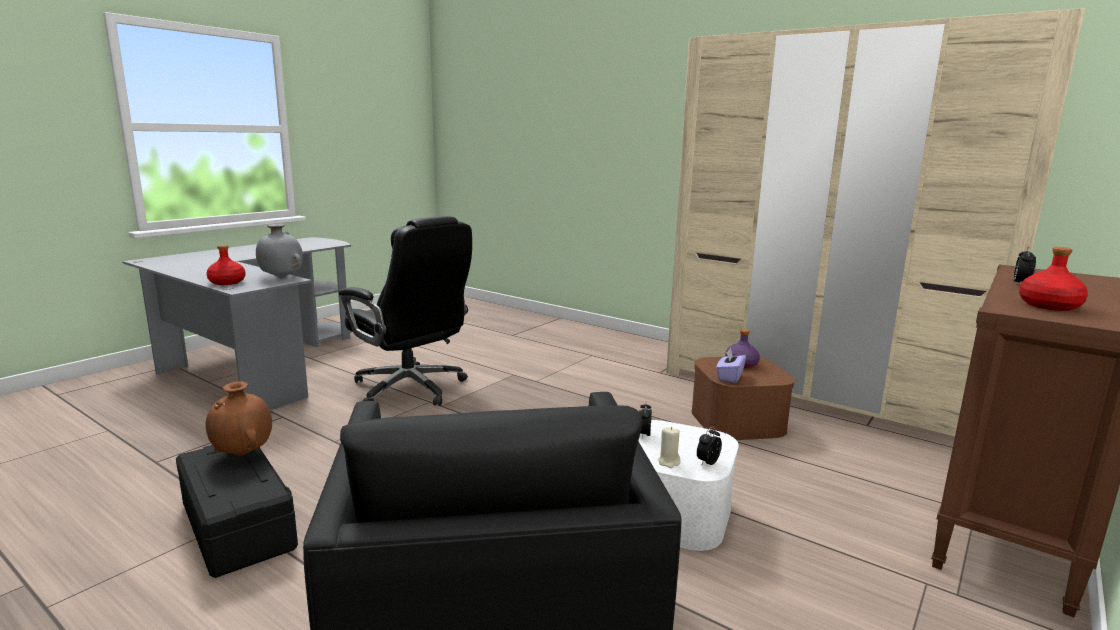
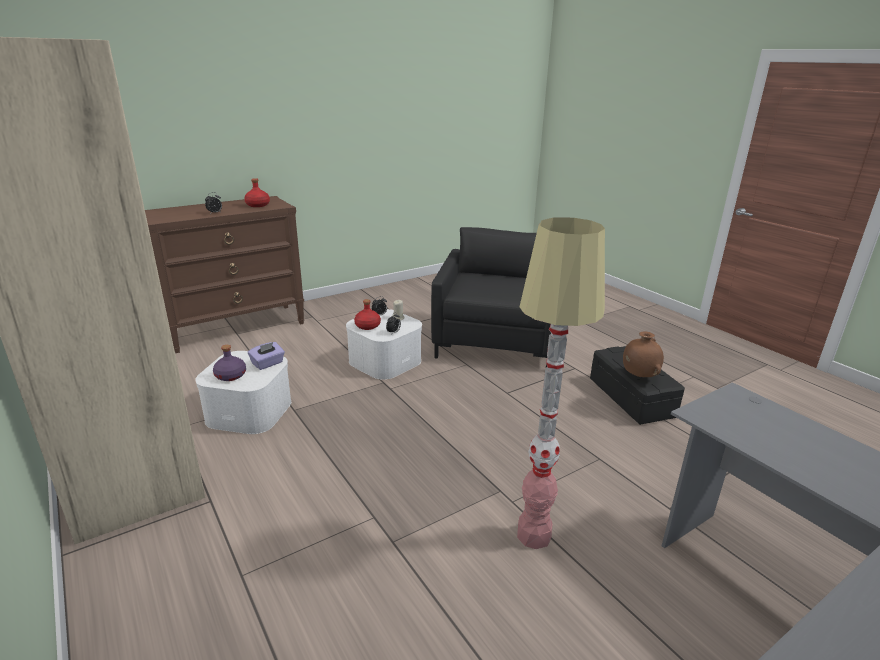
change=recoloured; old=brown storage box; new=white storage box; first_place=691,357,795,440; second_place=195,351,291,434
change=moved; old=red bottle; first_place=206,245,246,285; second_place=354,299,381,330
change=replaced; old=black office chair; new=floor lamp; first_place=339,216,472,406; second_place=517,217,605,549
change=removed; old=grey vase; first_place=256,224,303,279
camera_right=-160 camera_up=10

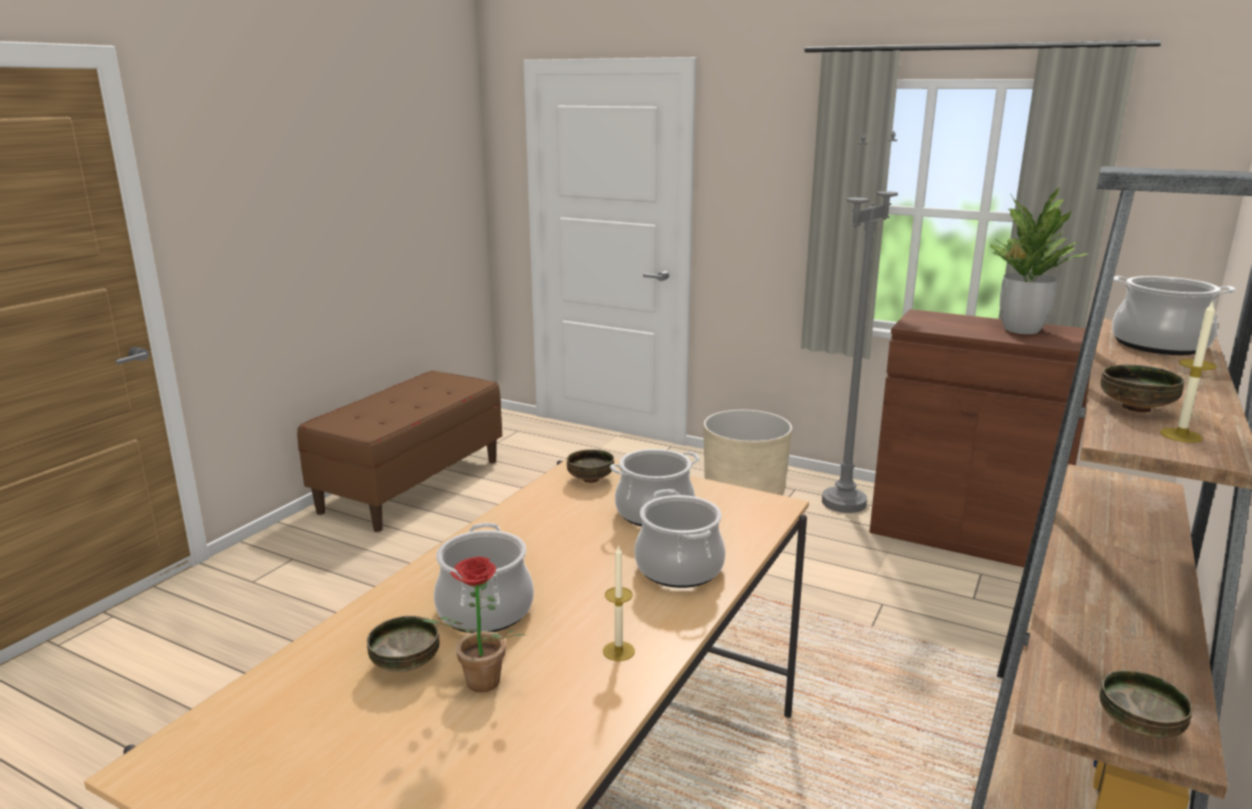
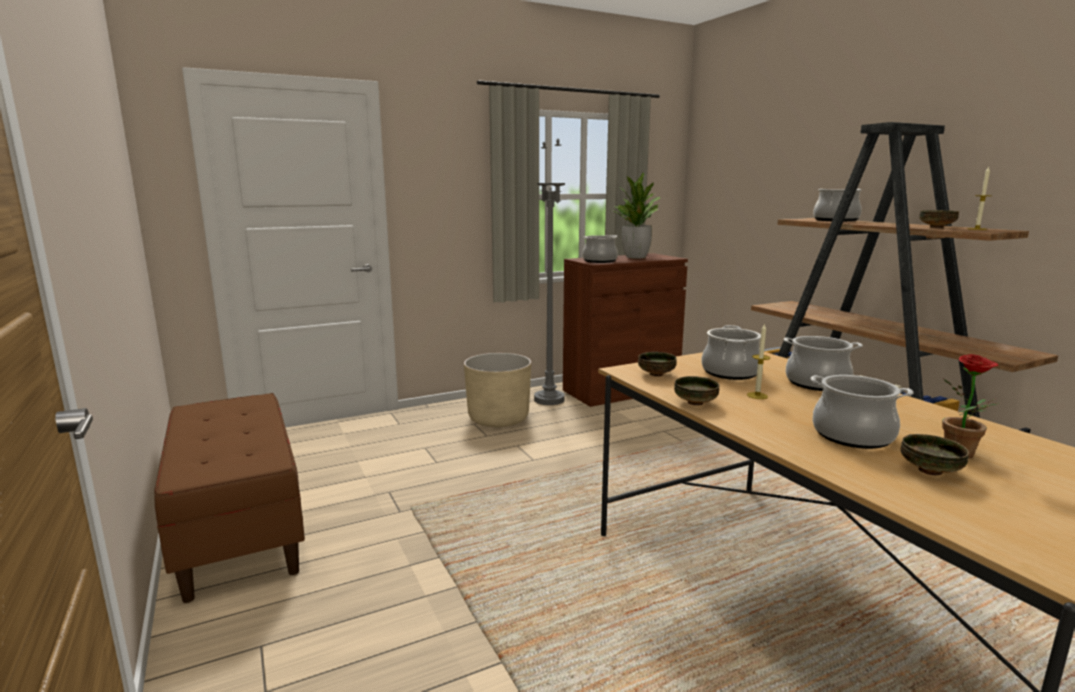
change=added; new=cooking pot; second_place=583,235,618,263
change=moved; old=bowl; first_place=1100,670,1193,738; second_place=674,376,720,406
change=moved; old=candle; first_place=603,544,635,661; second_place=747,323,770,399
camera_right=-55 camera_up=-5

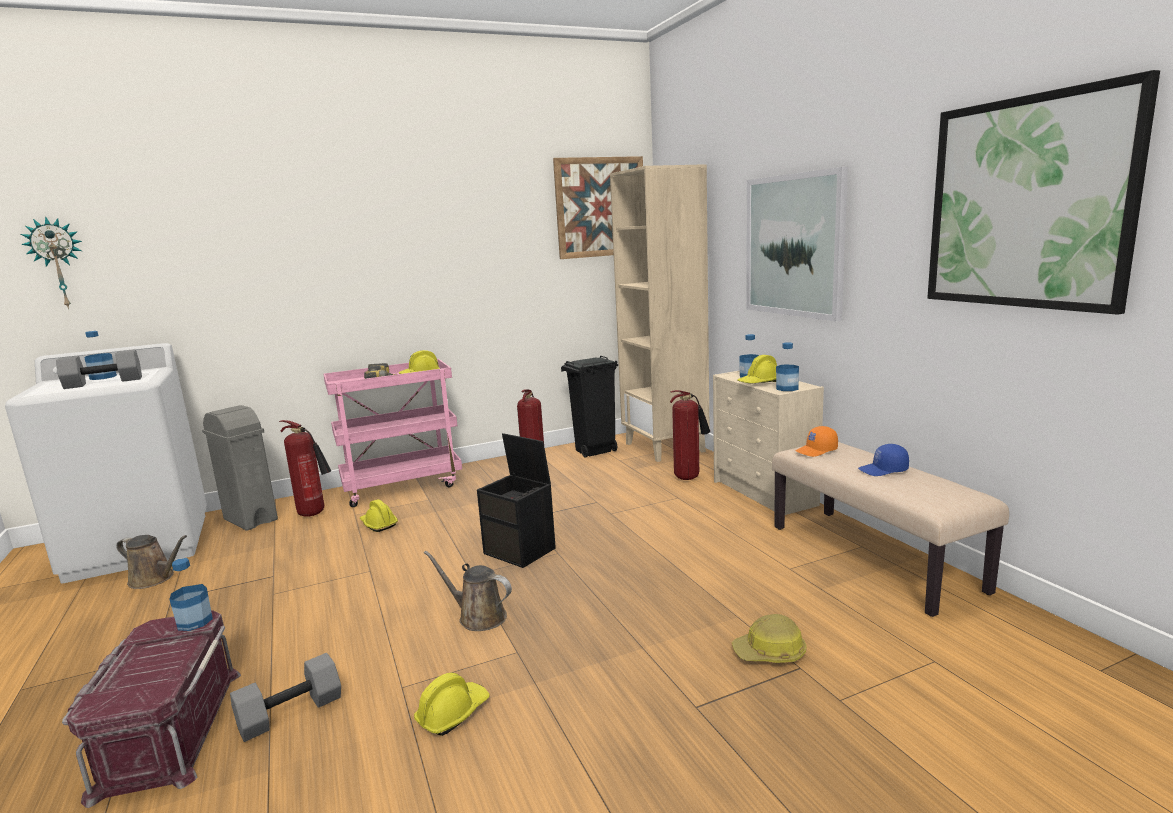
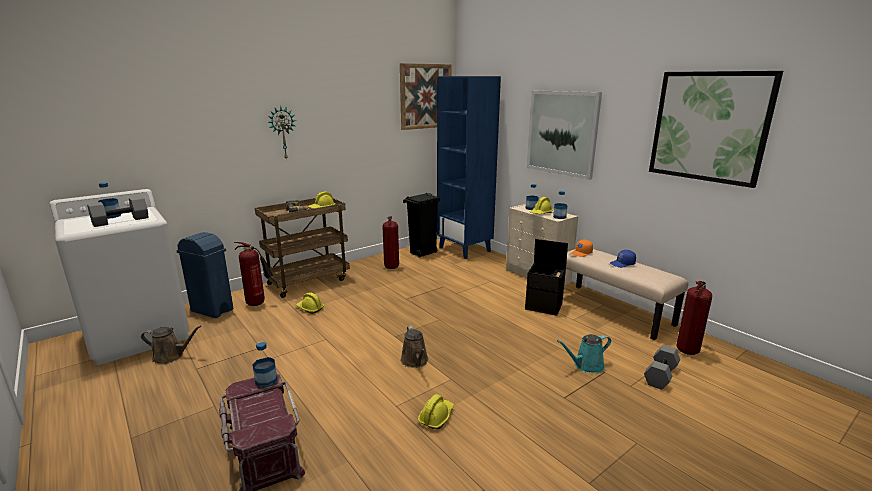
change=recoloured; old=grey trash can; new=blue trash can; first_place=202,405,278,531; second_place=176,232,233,318
change=recoloured; old=pink cart; new=brown cart; first_place=323,359,462,507; second_place=255,198,350,298
change=moved; old=wall clock; first_place=21,216,82,309; second_place=268,106,296,160
change=turned; old=brown watering can; first_place=424,551,512,631; second_place=401,326,429,368; degrees=-120
change=recoloured; old=beige bookcase; new=blue bookcase; first_place=610,164,710,462; second_place=437,76,501,259
change=moved; old=black storage box; first_place=477,433,556,568; second_place=525,239,568,316
change=replaced; old=hard hat; new=turquoise watering can; first_place=732,614,807,663; second_place=557,334,611,373
change=moved; old=grey dumbbell; first_place=230,653,341,742; second_place=644,345,680,390
change=moved; old=fire extinguisher; first_place=670,390,710,480; second_place=676,281,712,355
camera_right=-15 camera_up=5

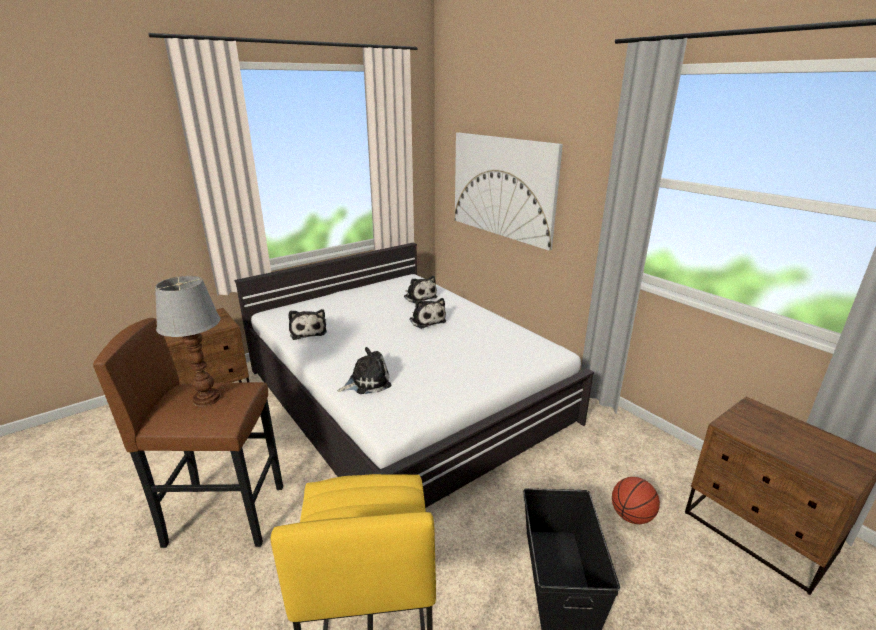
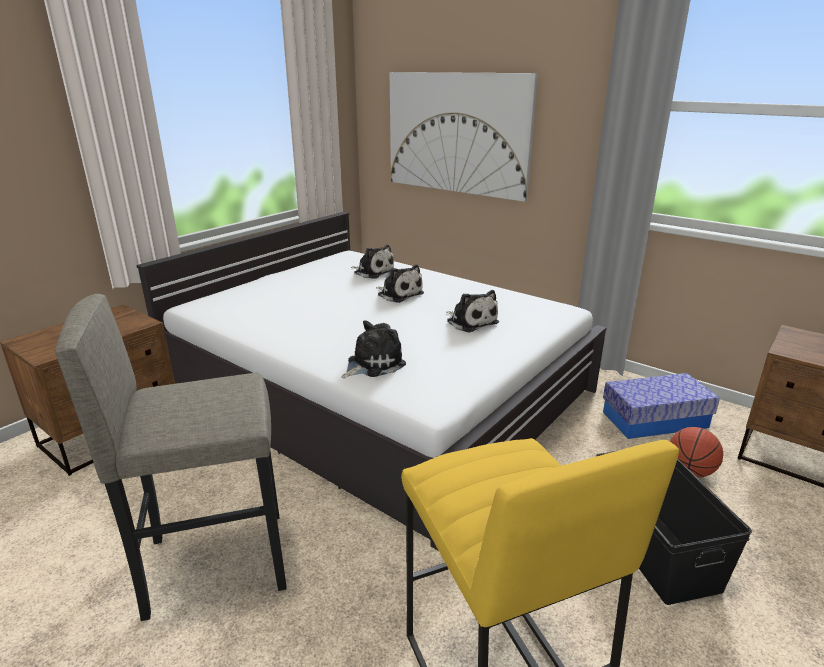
change=recoloured; old=brown stool; new=grey stool; first_place=93,318,283,548; second_place=55,294,287,621
change=moved; old=plush toy; first_place=288,309,327,340; second_place=446,290,499,333
change=added; new=storage box; second_place=603,373,720,439
change=removed; old=table lamp; first_place=155,276,221,407
camera_right=-15 camera_up=0

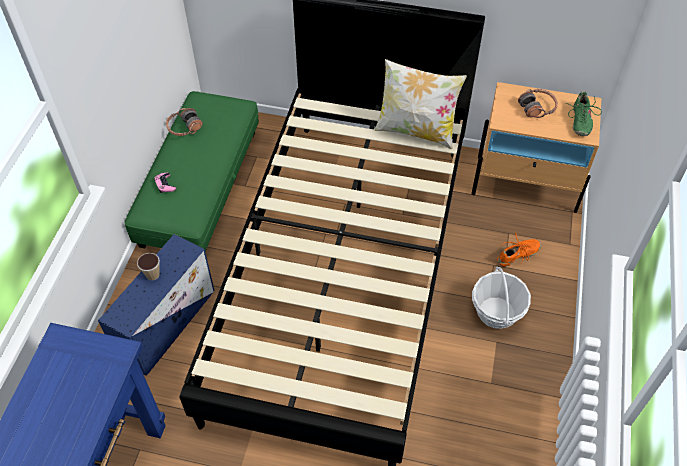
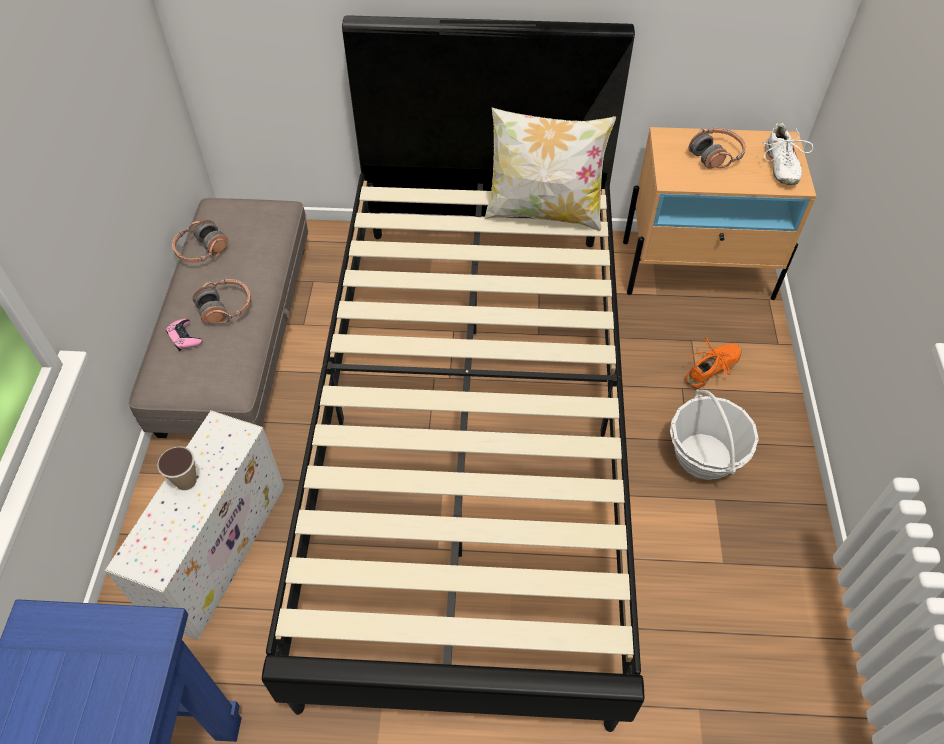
change=recoloured; old=blue storage box; new=white storage box; first_place=98,234,215,376; second_place=105,410,284,640
change=recoloured; old=green ottoman; new=grey ottoman; first_place=125,91,259,252; second_place=129,198,308,438
change=added; new=headphones; second_place=192,279,251,324
change=recoloured; old=green shoe; new=white shoe; first_place=566,91,602,136; second_place=757,122,813,185
camera_right=-10 camera_up=0

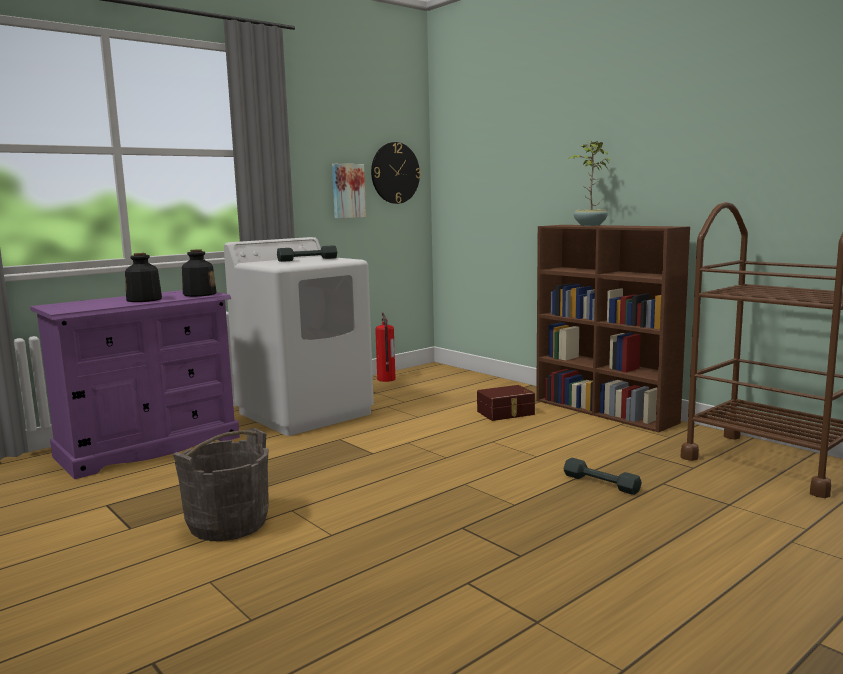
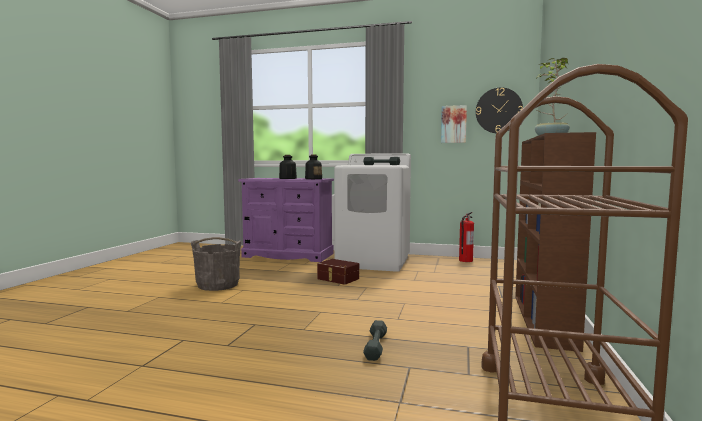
change=moved; old=brown storage box; first_place=477,385,535,421; second_place=317,259,359,285
camera_right=55 camera_up=-5

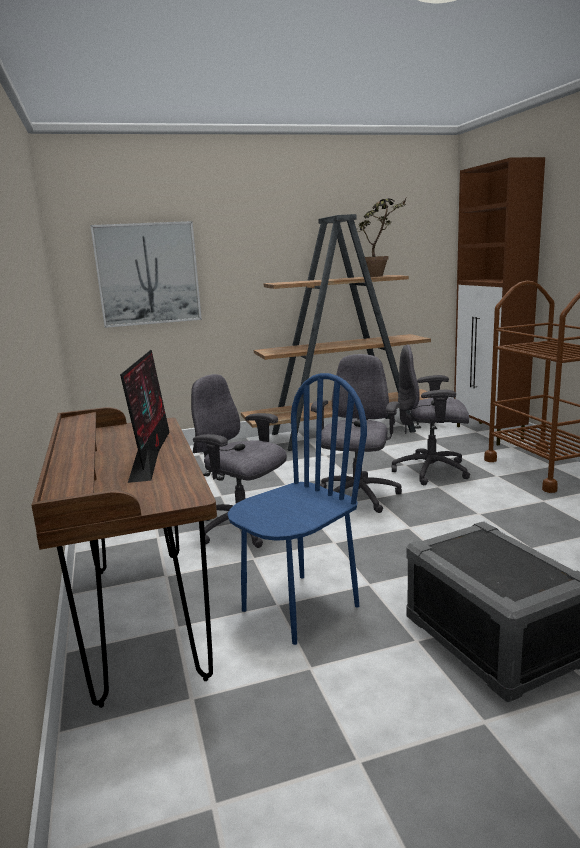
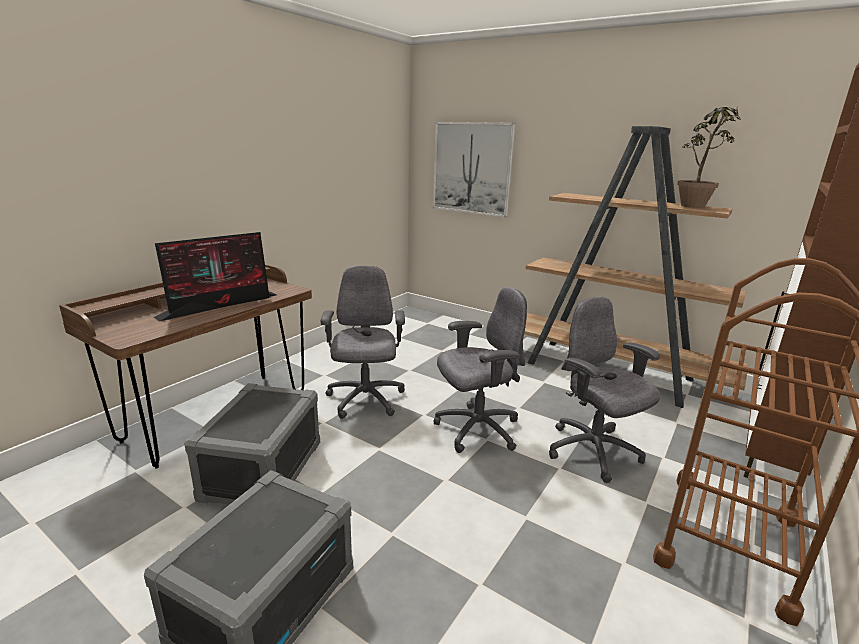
change=replaced; old=blue chair; new=grey storage box; first_place=228,373,367,645; second_place=184,383,320,505
camera_right=50 camera_up=5

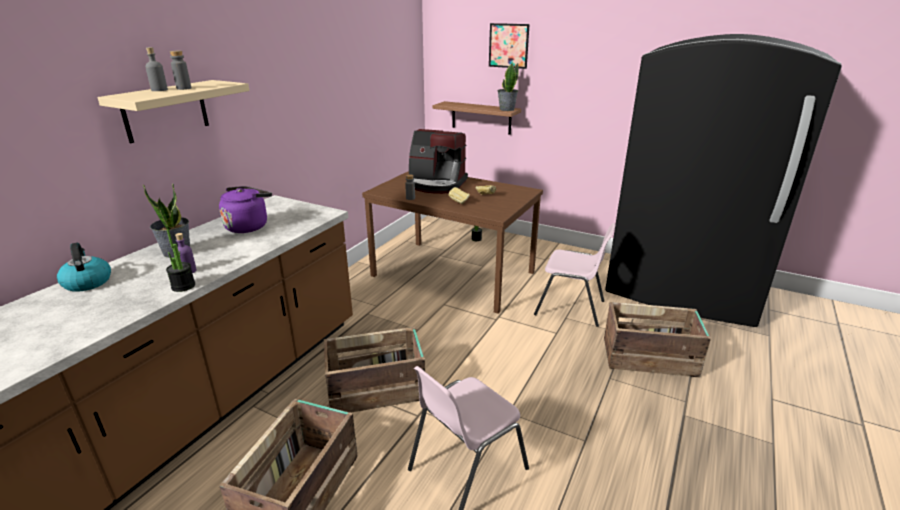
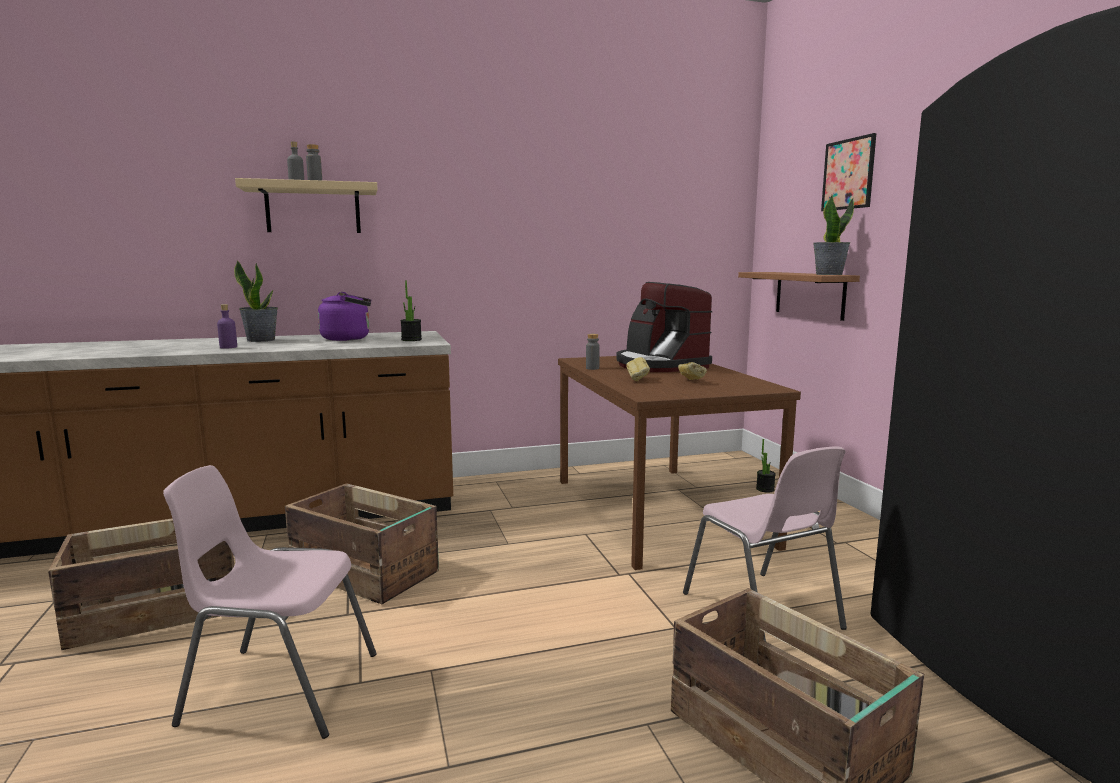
change=moved; old=potted plant; first_place=166,229,195,292; second_place=401,280,422,341
change=removed; old=kettle; first_place=57,243,111,292
camera_right=45 camera_up=-15

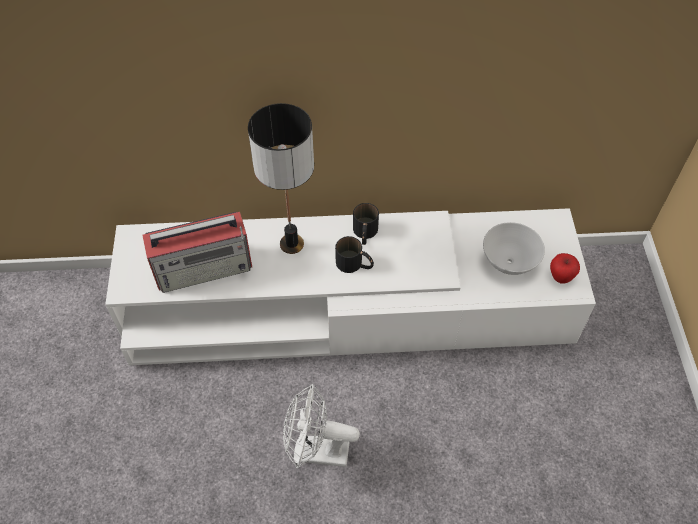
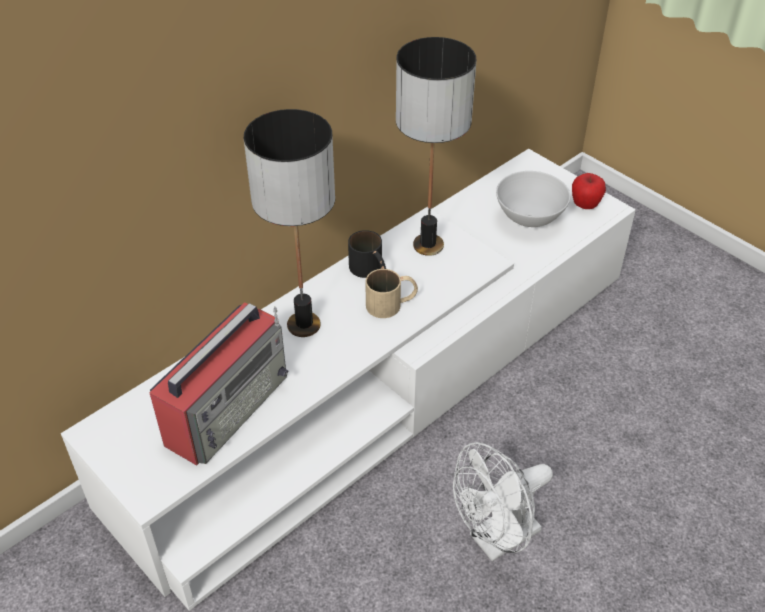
change=recoloured; old=black mug; new=beige mug; first_place=335,236,374,273; second_place=365,269,418,318
change=added; new=table lamp; second_place=396,37,476,256
camera_right=-40 camera_up=-10

